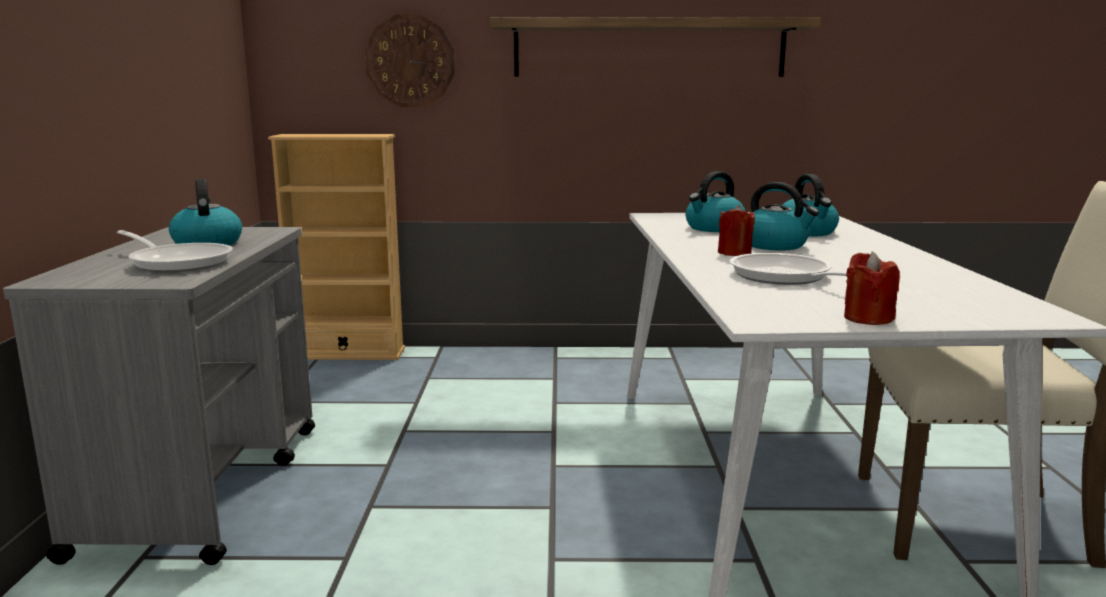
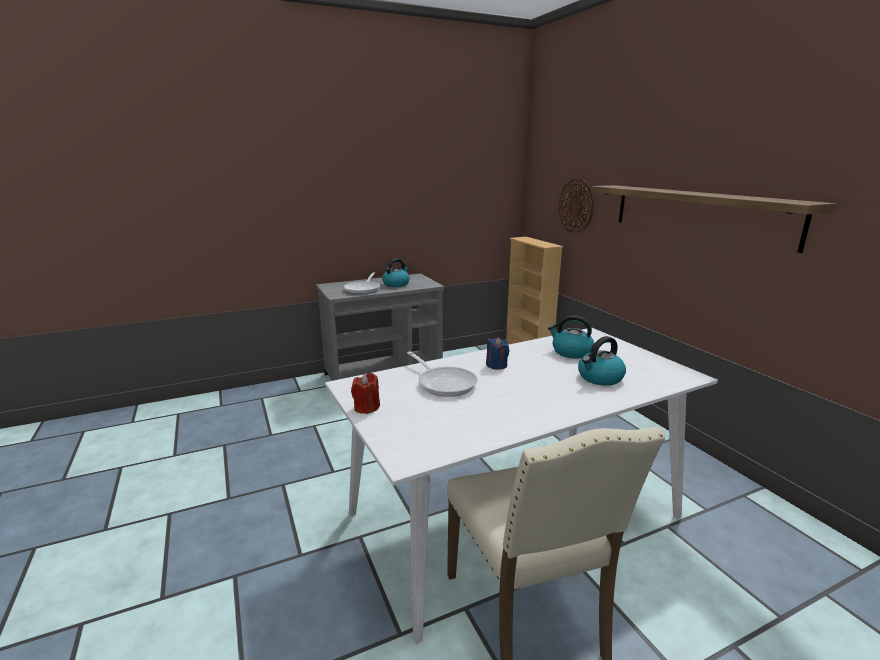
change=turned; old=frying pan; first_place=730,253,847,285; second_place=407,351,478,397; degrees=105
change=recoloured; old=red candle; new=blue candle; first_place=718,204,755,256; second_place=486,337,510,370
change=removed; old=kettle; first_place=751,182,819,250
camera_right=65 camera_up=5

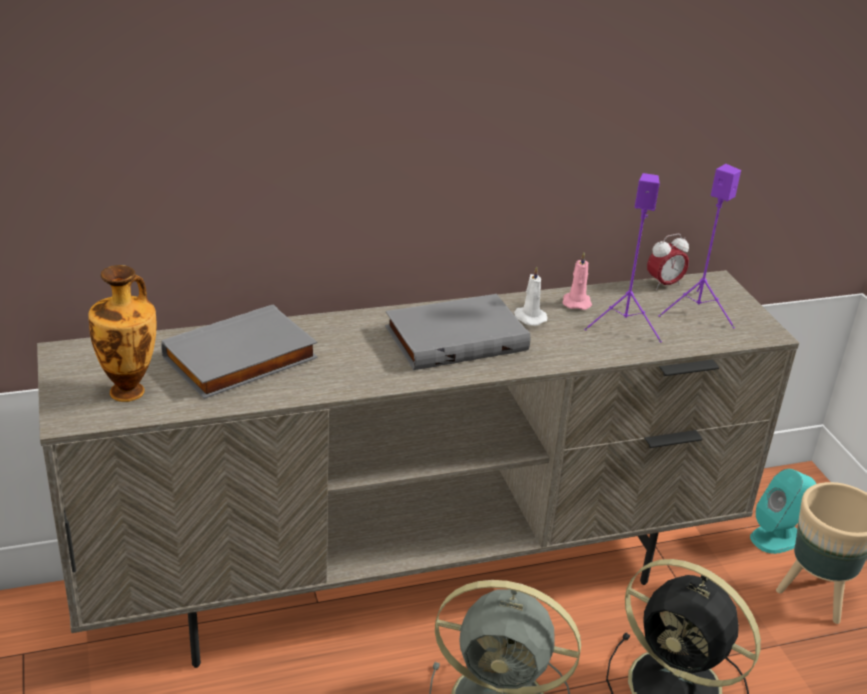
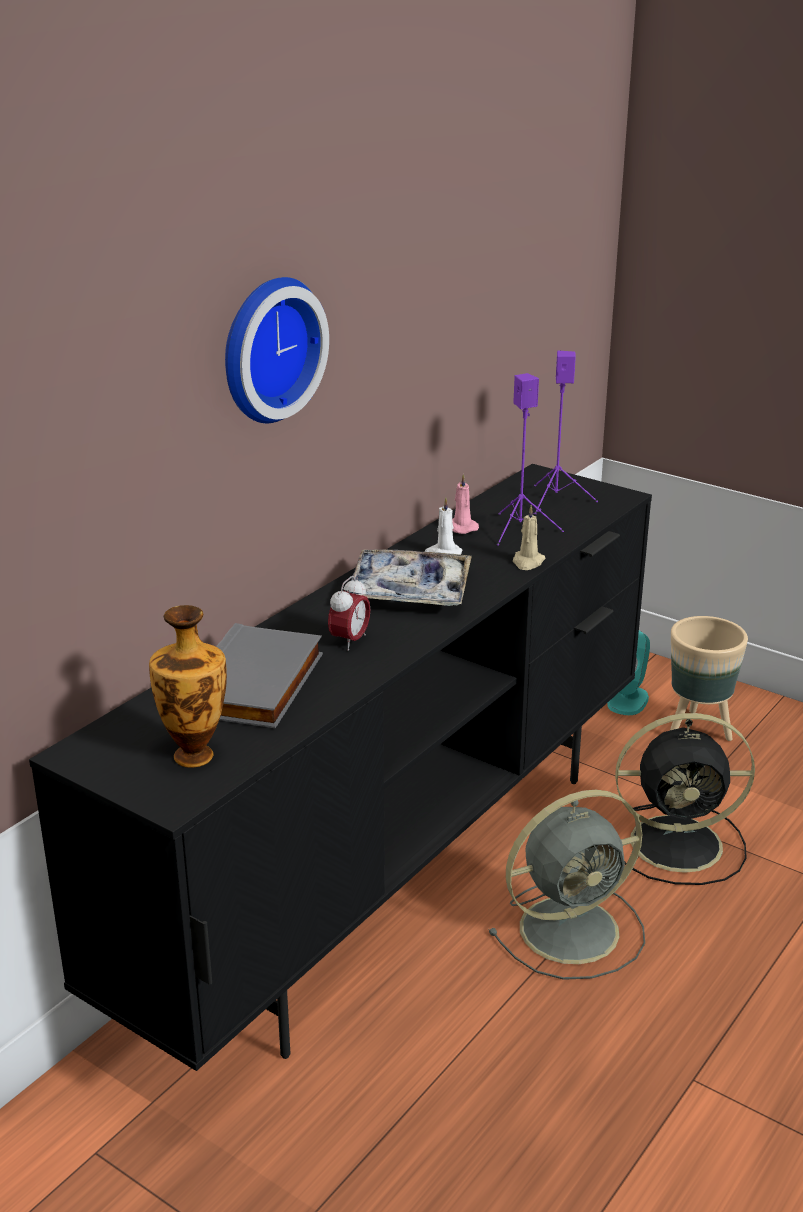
change=recoloured; old=beige tv stand; new=black tv stand; first_place=37,270,799,668; second_place=29,464,652,1071
change=added; new=wall clock; second_place=225,277,329,423
change=moved; old=alarm clock; first_place=647,234,689,290; second_place=328,576,371,651
change=replaced; old=grey book; new=tray; first_place=385,294,530,370; second_place=347,549,472,606
change=added; new=beige candle; second_place=513,505,546,570
camera_right=-35 camera_up=-5

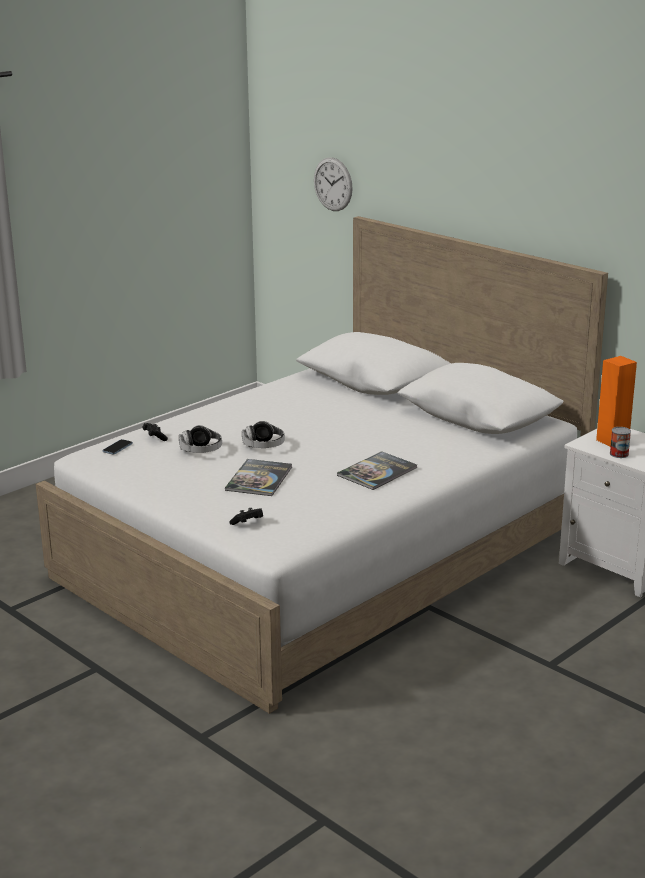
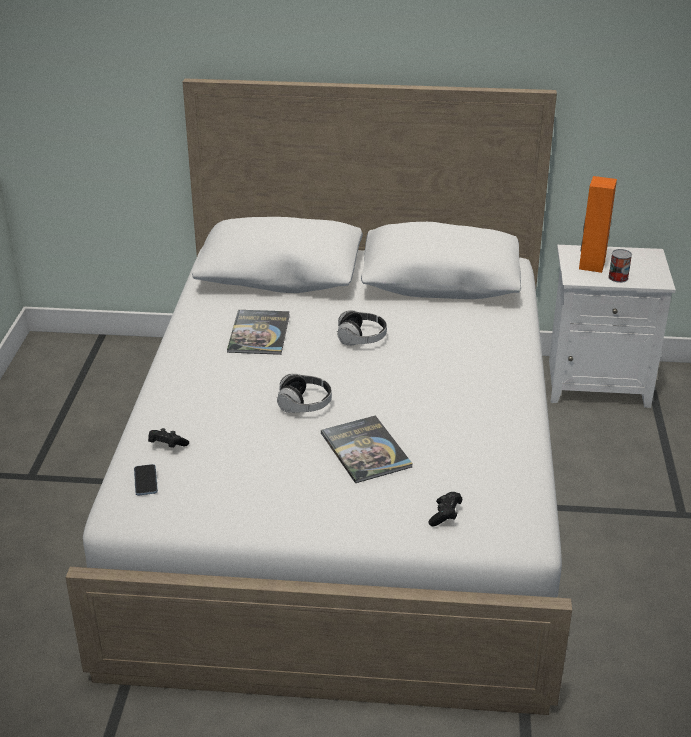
change=moved; old=book; first_place=337,451,417,490; second_place=227,310,290,355
change=moved; old=headphones; first_place=179,425,222,453; second_place=337,310,387,345
change=removed; old=wall clock; first_place=314,157,353,211
camera_right=-40 camera_up=10

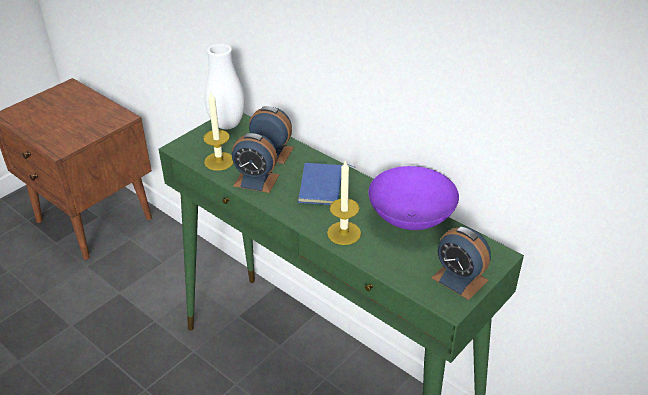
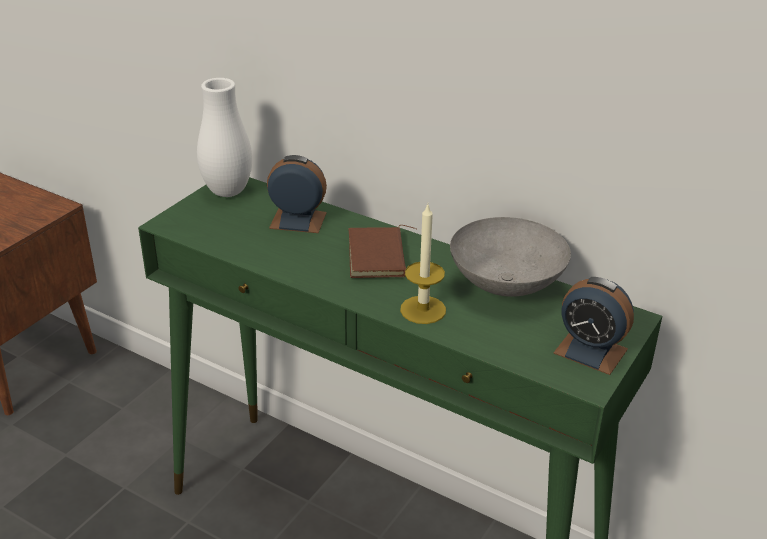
change=recoloured; old=blue book; new=brown book; first_place=298,163,354,205; second_place=349,225,416,278
change=recoloured; old=purple bowl; new=grey bowl; first_place=368,166,459,230; second_place=450,217,571,297
change=removed; old=candle; first_place=203,93,234,171
change=removed; old=alarm clock; first_place=232,133,280,193
camera_right=-10 camera_up=-5

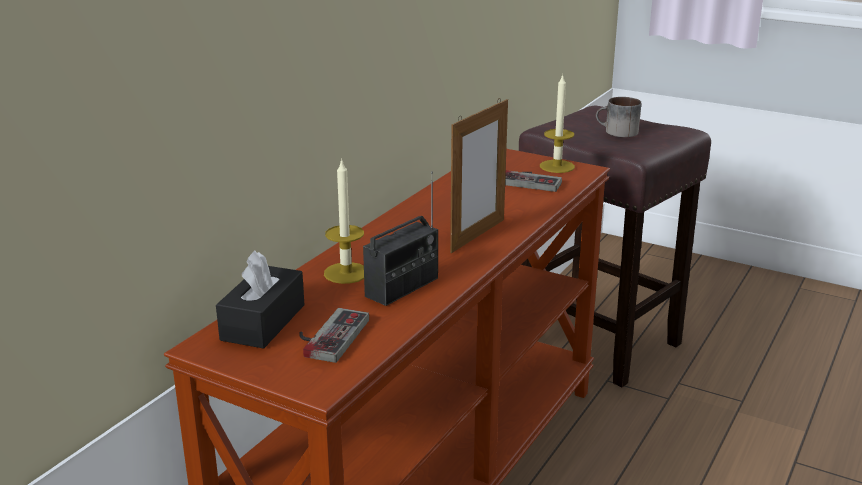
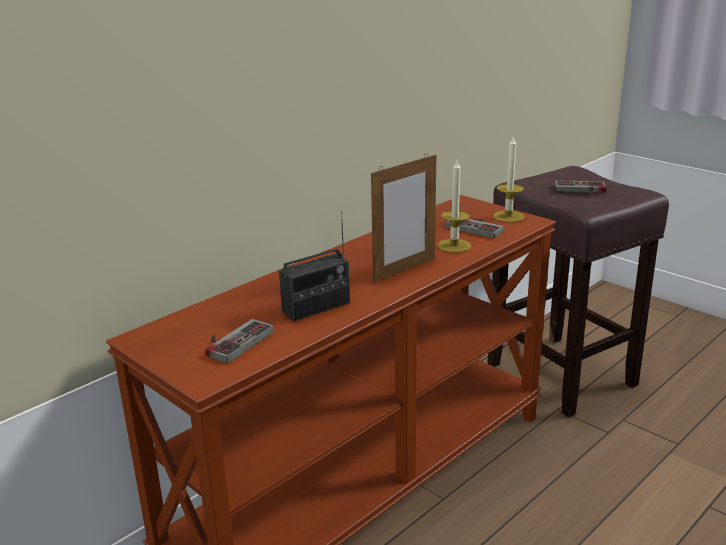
change=moved; old=candle; first_place=324,158,364,284; second_place=438,160,471,253
change=replaced; old=mug; new=game controller; first_place=596,97,641,137; second_place=555,180,607,196
change=removed; old=black tissue box; first_place=216,250,304,349
camera_right=15 camera_up=0

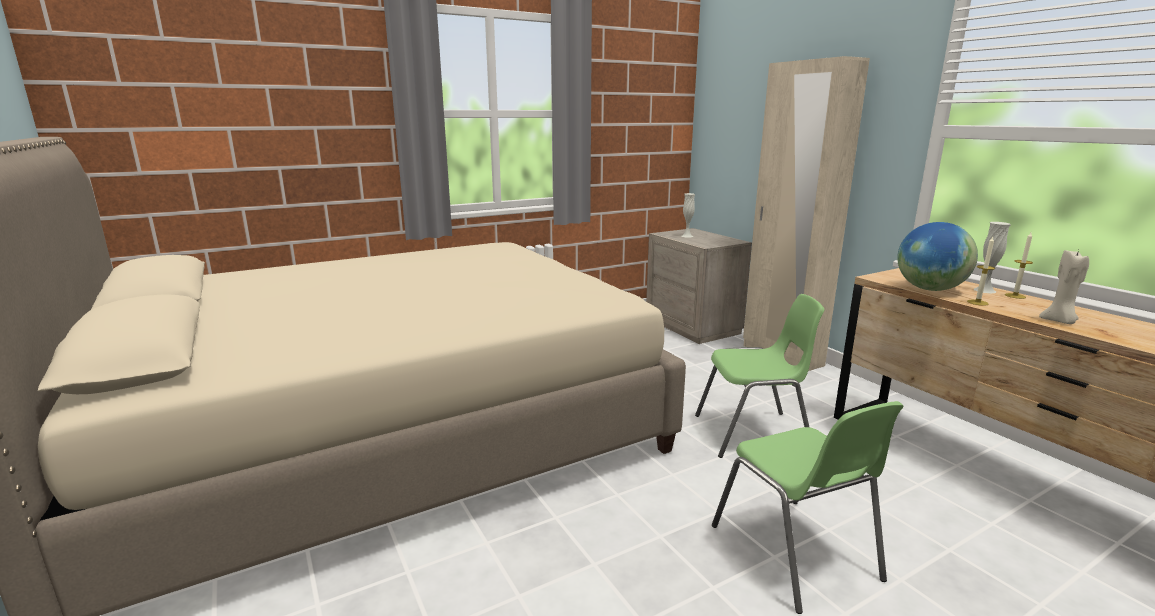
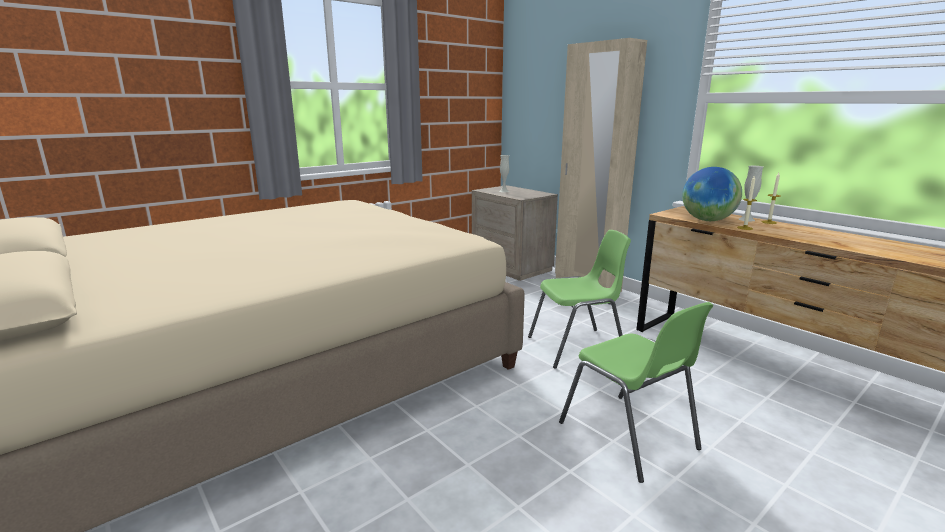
change=removed; old=beige candle; first_place=1039,250,1089,324
camera_right=-10 camera_up=0

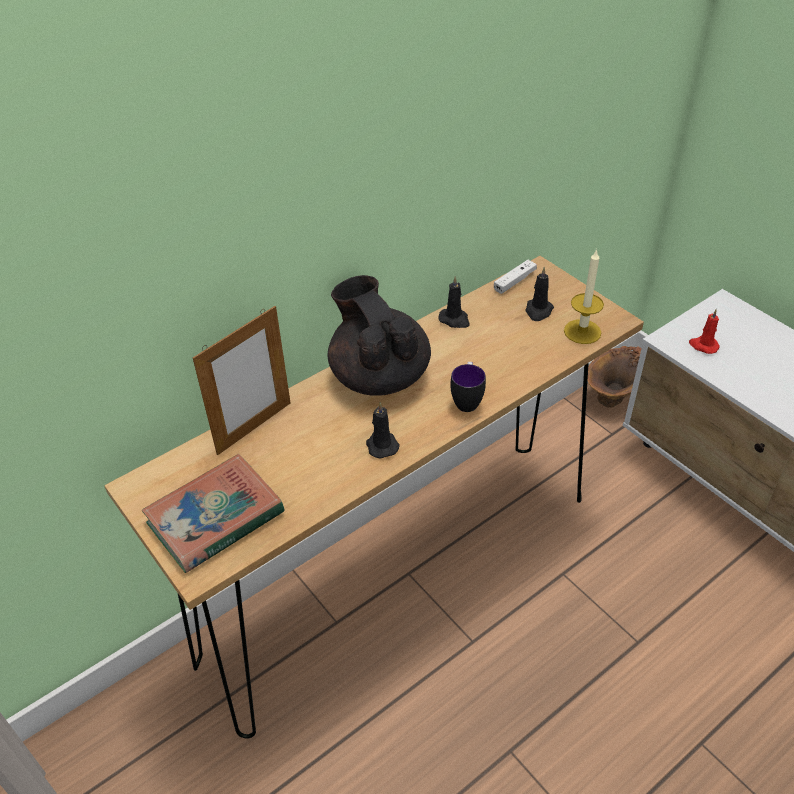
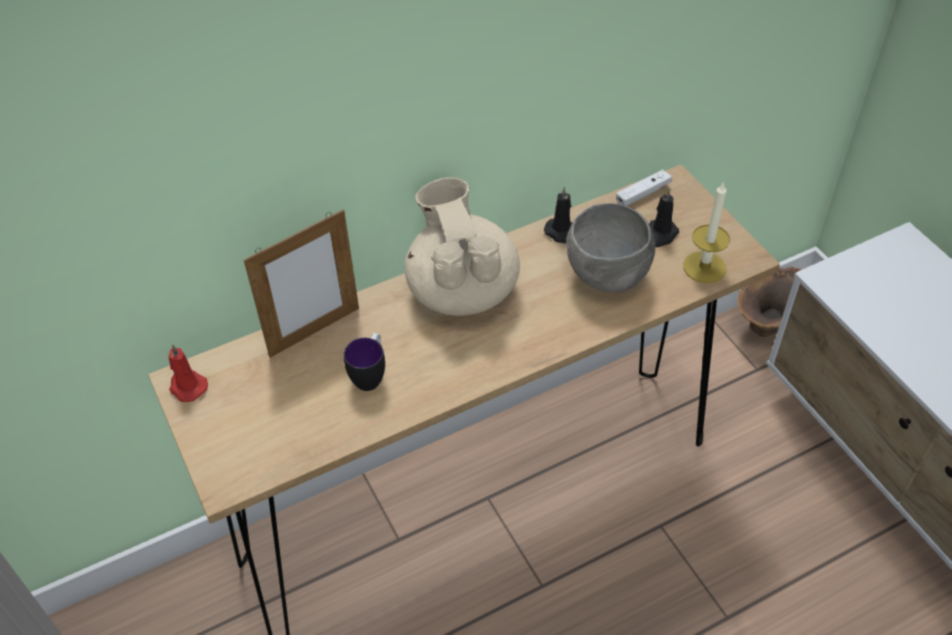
change=moved; old=red candle; first_place=689,309,720,354; second_place=169,344,208,402
change=moved; old=mug; first_place=450,362,486,412; second_place=344,333,385,391
change=recoloured; old=black teapot; new=beige teapot; first_place=327,275,431,396; second_place=404,177,520,316
change=added; new=grey bowl; second_place=566,203,655,293
change=removed; old=book; first_place=142,454,284,573
change=removed; old=black candle; first_place=366,402,400,459
camera_right=10 camera_up=5

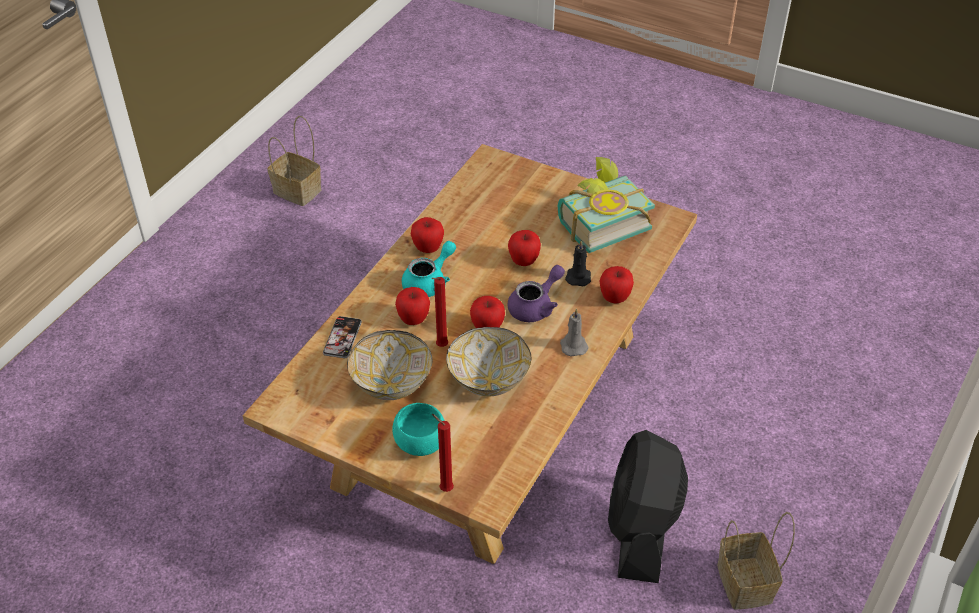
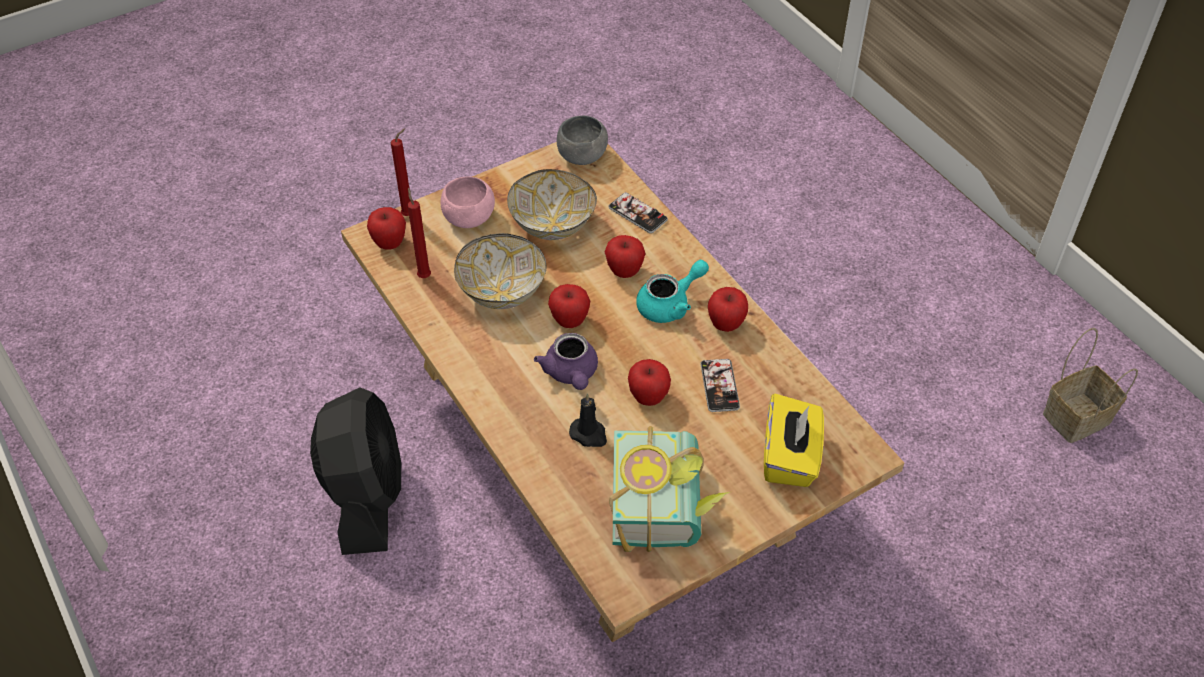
change=turned; old=black fan; first_place=608,430,688,583; second_place=310,387,401,555; degrees=45
change=moved; old=apple; first_place=600,266,634,304; second_place=367,207,406,250
change=moved; old=red candle; first_place=432,277,448,347; second_place=408,188,431,278
change=recoloured; old=turquoise bowl; new=pink bowl; first_place=392,403,445,456; second_place=441,176,495,228
change=added; new=grey bowl; second_place=557,116,608,165
change=turned; old=turquoise teapot; first_place=402,241,456,297; second_place=636,260,709,323; degrees=-105
change=added; new=phone; second_place=700,359,740,412
change=added; new=yellow tissue box; second_place=764,394,824,487
change=removed; old=grey candle; first_place=560,308,589,357
change=removed; old=basket; first_place=717,512,795,610
camera_right=120 camera_up=5

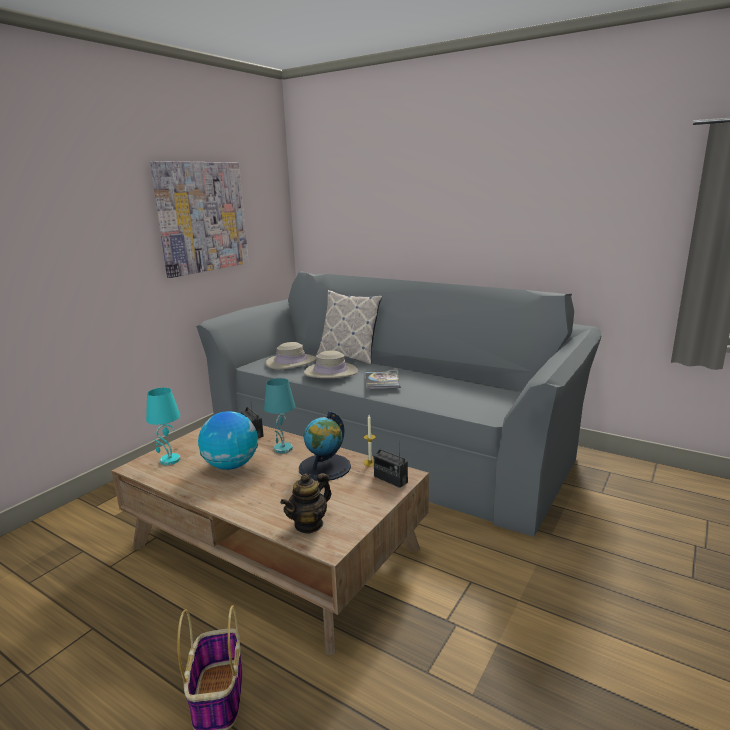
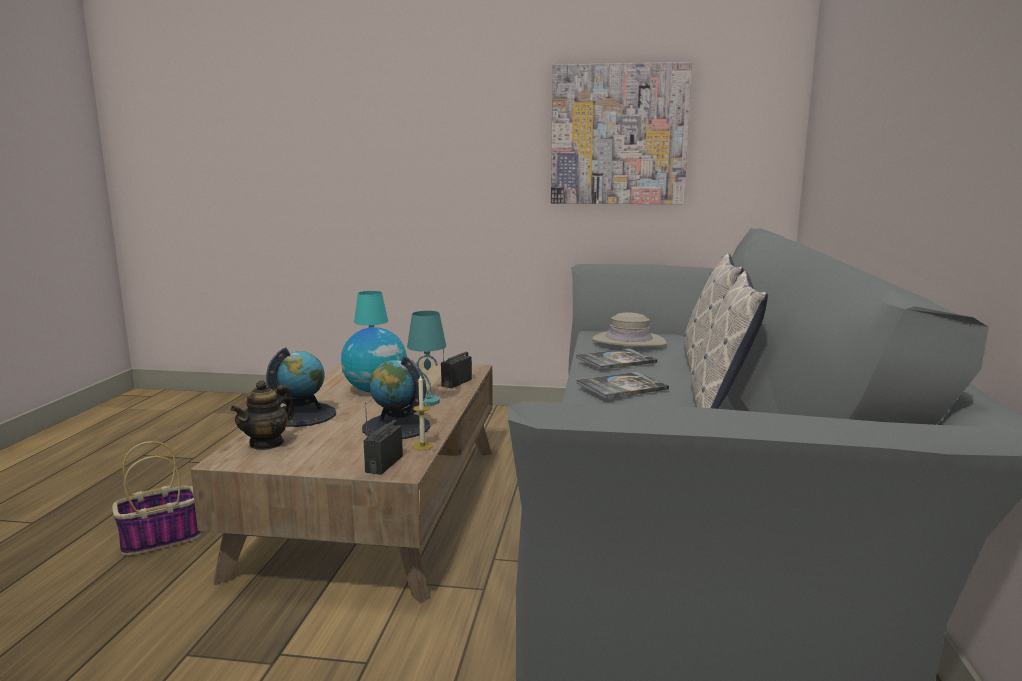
change=turned; old=teapot; first_place=280,473,331,534; second_place=231,380,295,450; degrees=-75
change=added; new=globe; second_place=266,347,336,427
change=replaced; old=beige hat; new=book; first_place=304,351,358,378; second_place=576,349,657,370
change=added; new=pillow; second_place=691,271,768,409
camera_right=65 camera_up=-5

